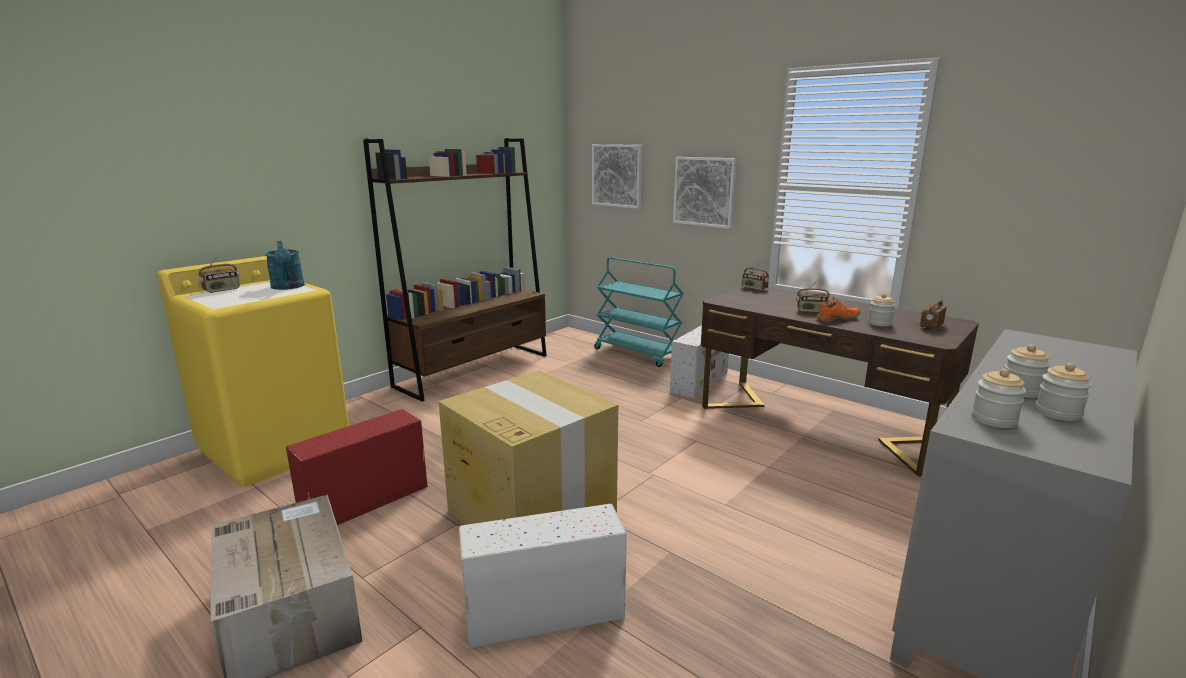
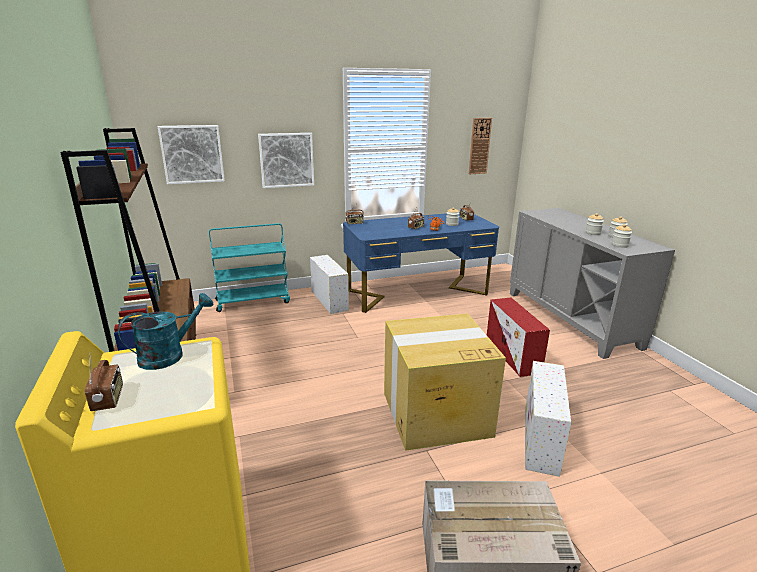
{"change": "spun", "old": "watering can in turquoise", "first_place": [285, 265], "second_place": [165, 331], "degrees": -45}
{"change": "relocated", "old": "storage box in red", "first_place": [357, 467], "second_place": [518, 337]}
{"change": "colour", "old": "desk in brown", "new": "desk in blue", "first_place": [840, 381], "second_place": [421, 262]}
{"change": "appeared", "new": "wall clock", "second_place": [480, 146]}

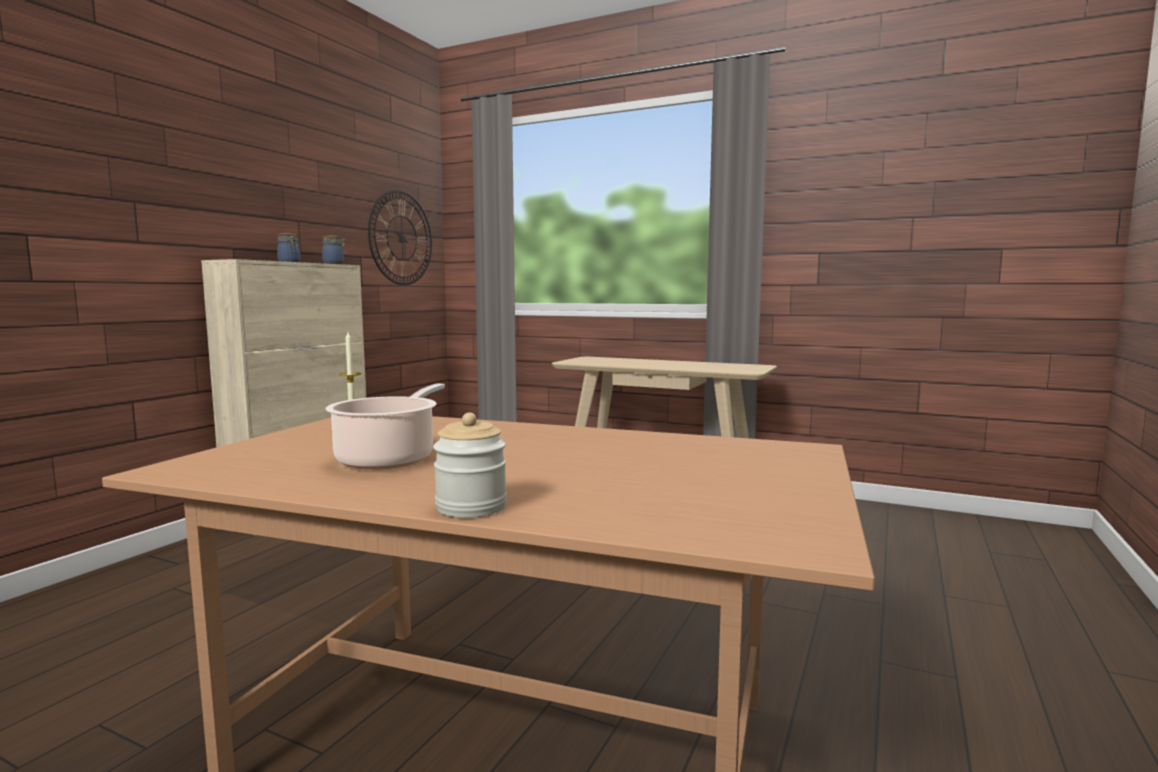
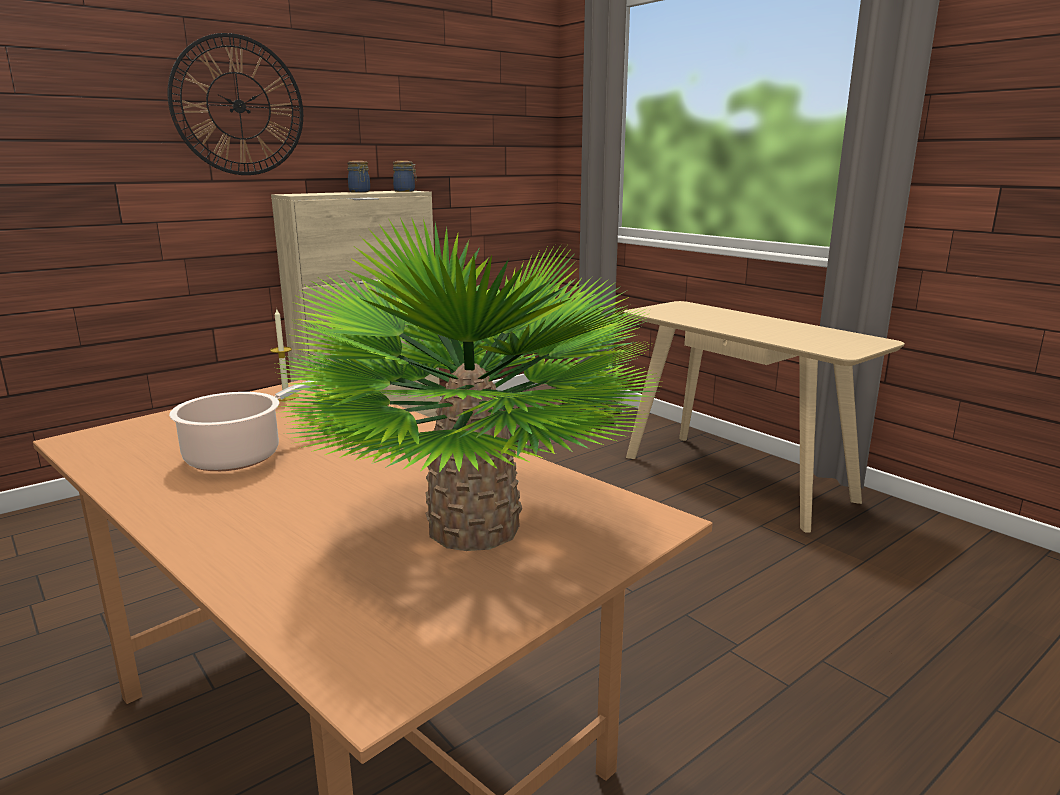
{"change": "relocated", "old": "wall clock", "first_place": [400, 237], "second_place": [235, 104]}
{"change": "missing", "old": "jar", "first_place": [470, 465]}
{"change": "appeared", "new": "potted plant", "second_place": [469, 384]}

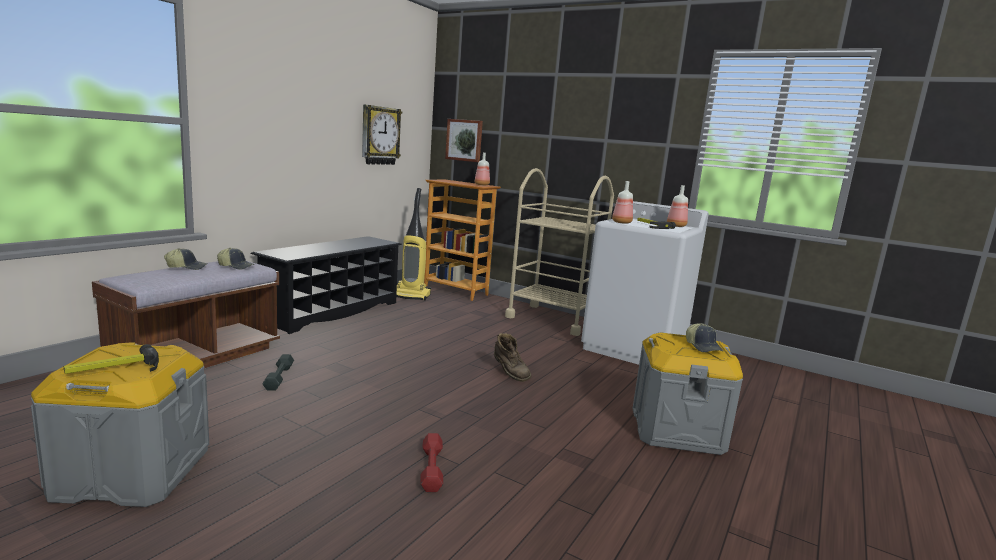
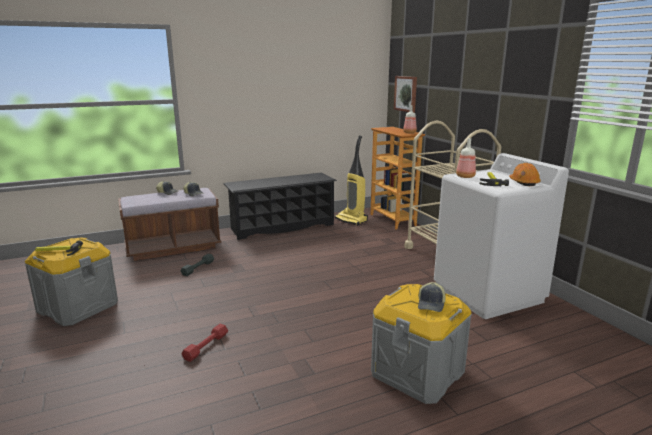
{"change": "missing", "old": "wall clock", "first_place": [382, 135]}
{"change": "missing", "old": "boot in brown", "first_place": [512, 357]}
{"change": "exchanged", "old": "bottle", "new": "hard hat in orange", "first_place": [677, 206], "second_place": [525, 174]}

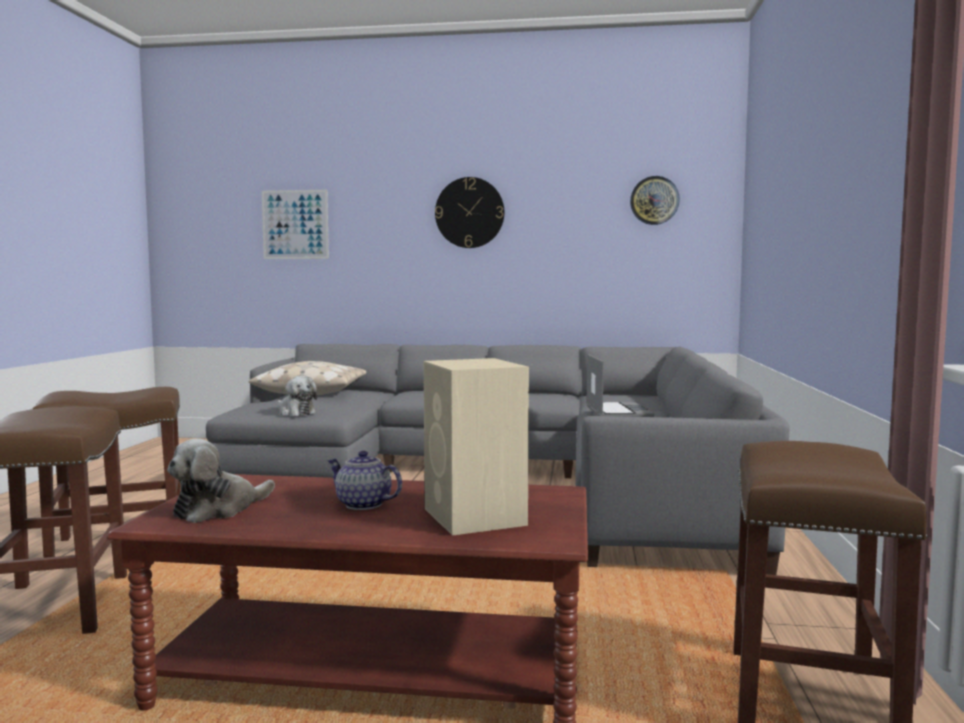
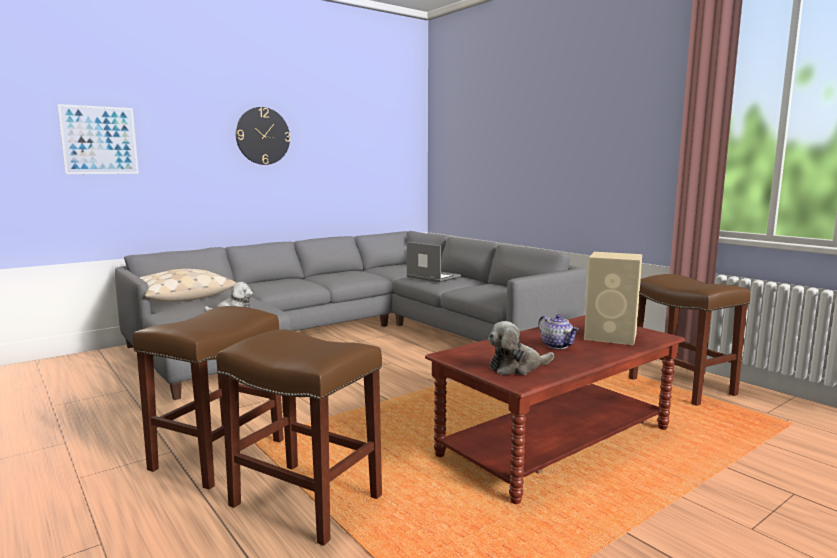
{"change": "spun", "old": "plush toy", "first_place": [221, 481], "second_place": [521, 348], "degrees": 75}
{"change": "spun", "old": "teapot", "first_place": [364, 480], "second_place": [558, 331], "degrees": -105}
{"change": "missing", "old": "wall clock", "first_place": [655, 200]}

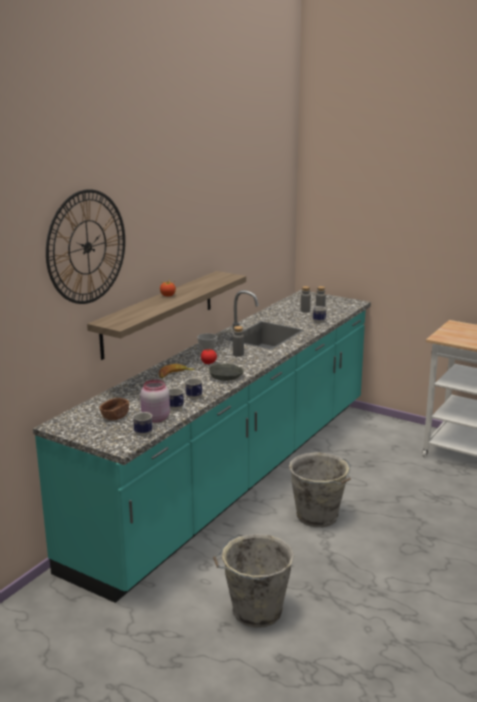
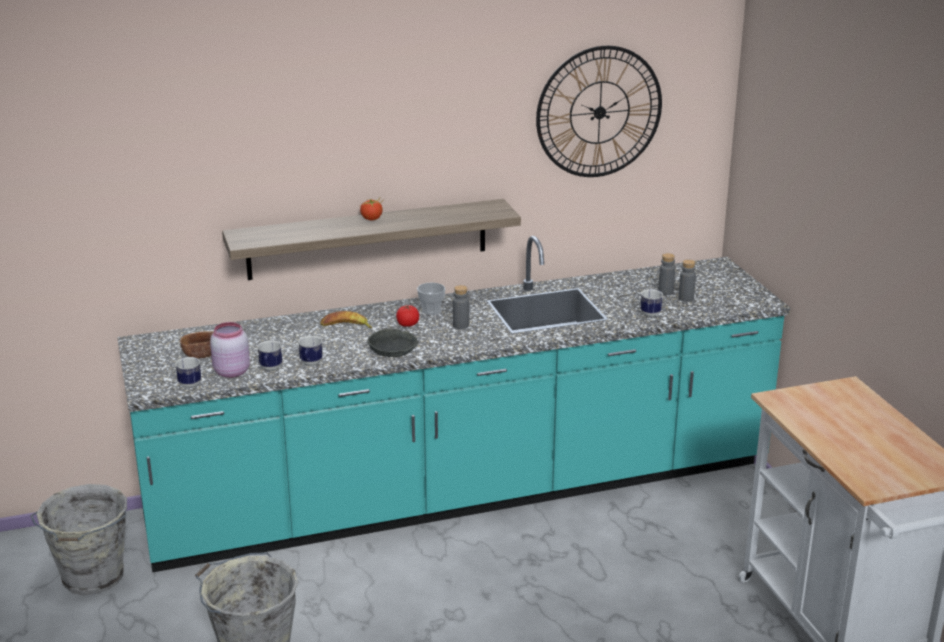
{"change": "relocated", "old": "wall clock", "first_place": [85, 246], "second_place": [599, 111]}
{"change": "relocated", "old": "bucket in grey", "first_place": [320, 489], "second_place": [79, 539]}

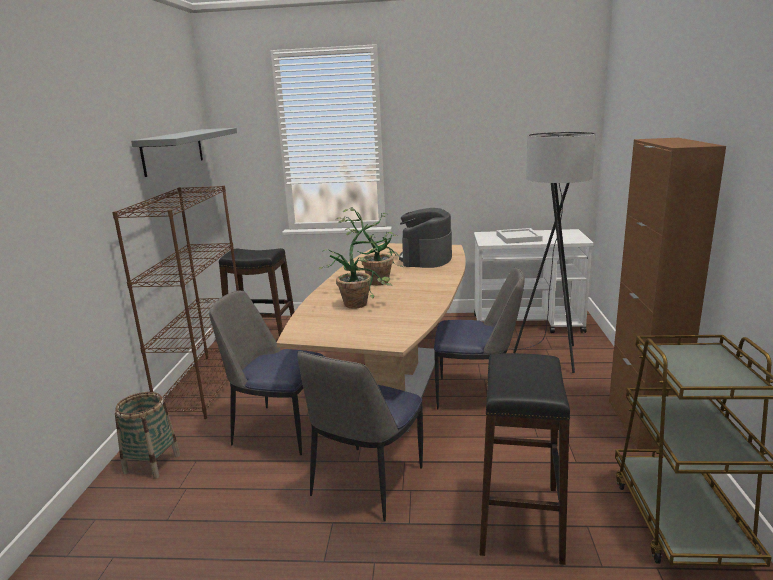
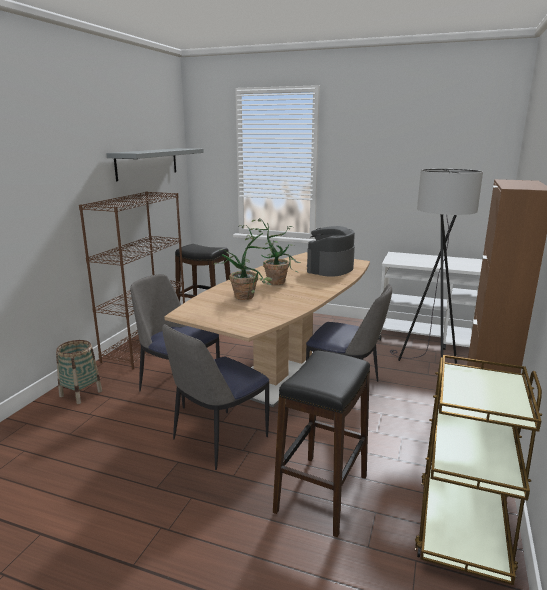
{"change": "missing", "old": "tray in white", "first_place": [519, 236]}

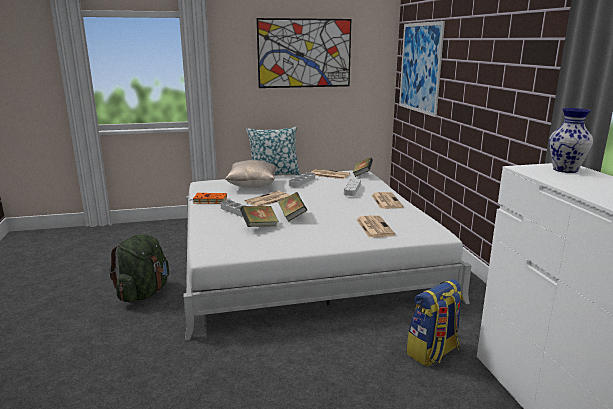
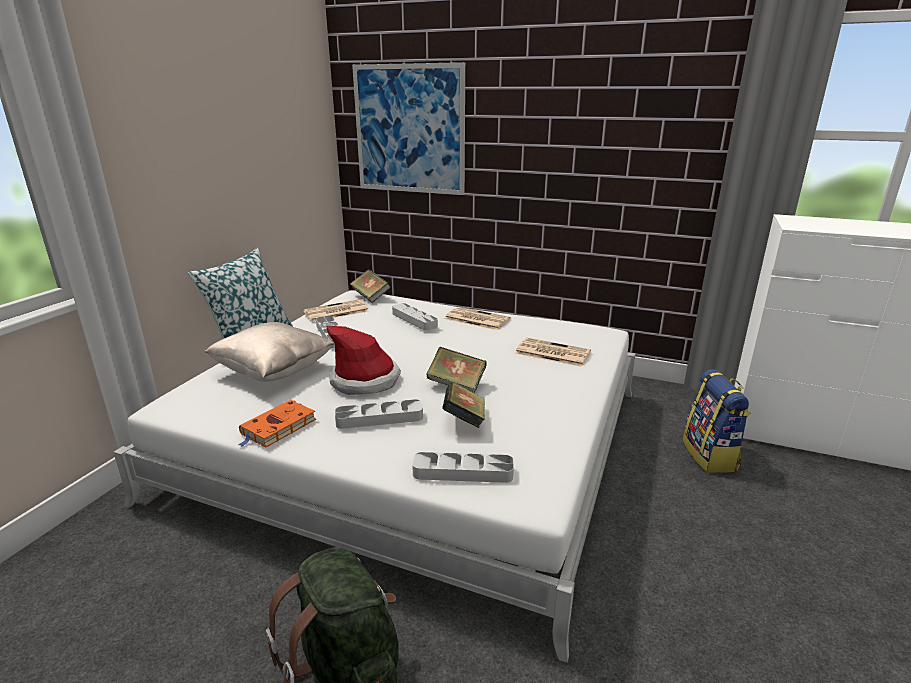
{"change": "exchanged", "old": "newspaper", "new": "hat", "first_place": [267, 198], "second_place": [364, 360]}
{"change": "missing", "old": "picture", "first_place": [303, 53]}
{"change": "missing", "old": "vase", "first_place": [571, 140]}
{"change": "appeared", "new": "tray in grey", "second_place": [463, 467]}

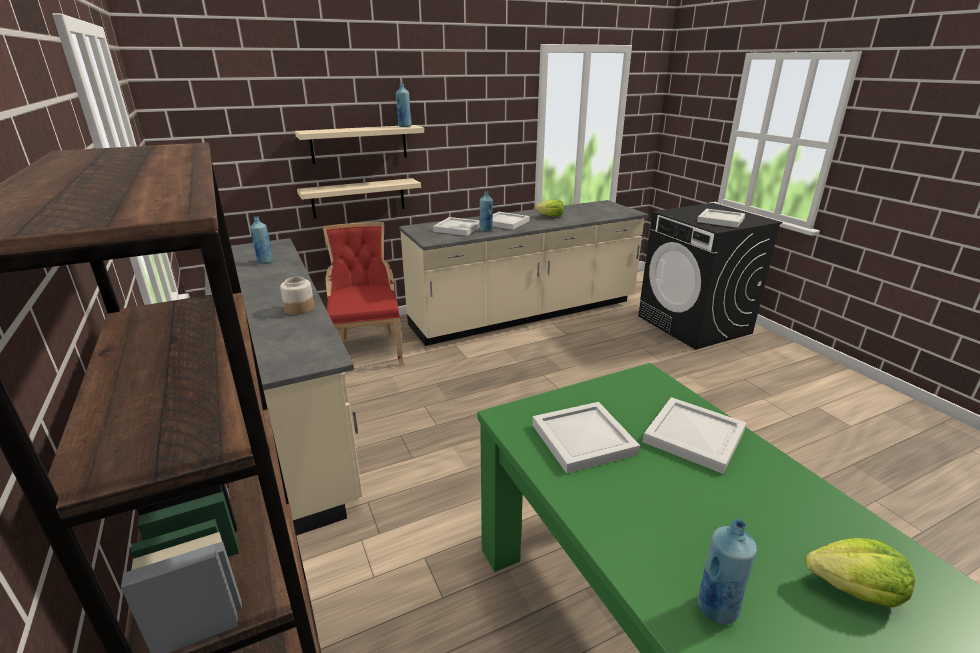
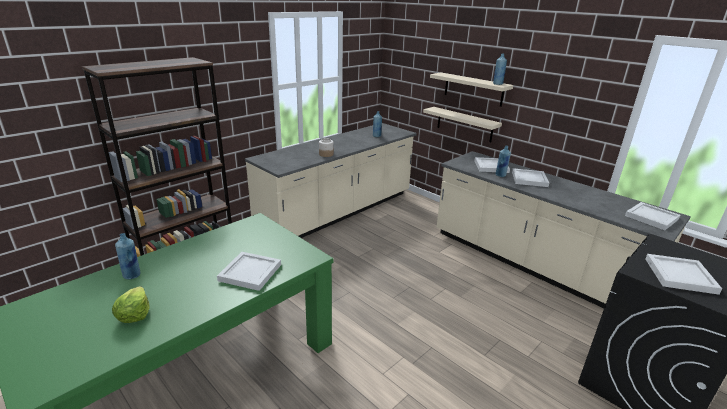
{"change": "missing", "old": "chair in red", "first_place": [364, 294]}
{"change": "relocated", "old": "tray in white", "first_place": [586, 438], "second_place": [652, 216]}
{"change": "missing", "old": "lettuce", "first_place": [549, 208]}

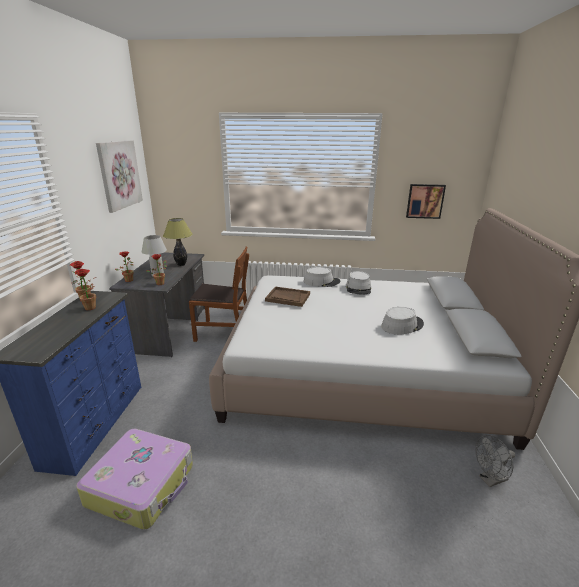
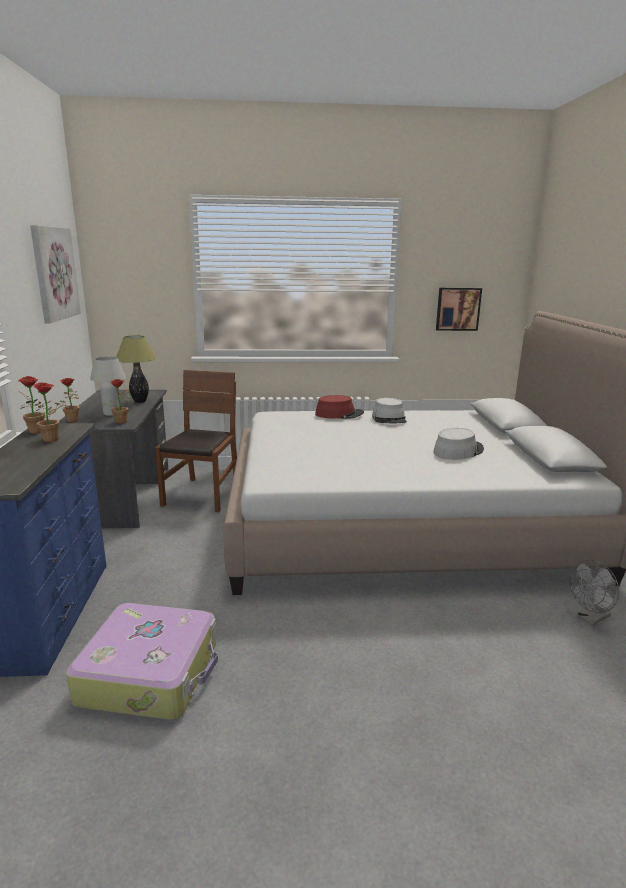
{"change": "spun", "old": "chair in brown", "first_place": [219, 294], "second_place": [196, 441], "degrees": -75}
{"change": "missing", "old": "tray in brown", "first_place": [287, 296]}
{"change": "colour", "old": "hat in grey", "new": "hat in red", "first_place": [322, 277], "second_place": [339, 407]}

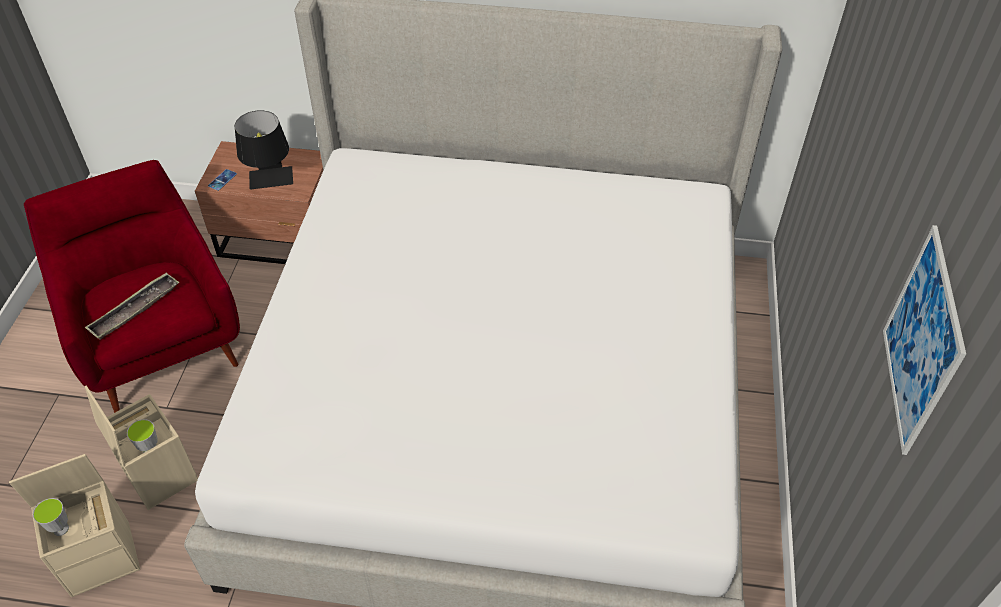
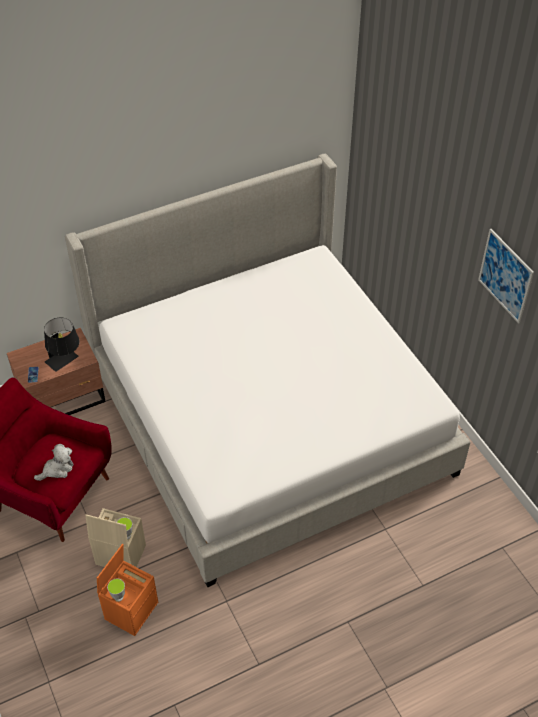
{"change": "colour", "old": "storage box in beige", "new": "storage box in orange", "first_place": [74, 525], "second_place": [127, 589]}
{"change": "exchanged", "old": "tray", "new": "plush toy", "first_place": [132, 306], "second_place": [54, 462]}

